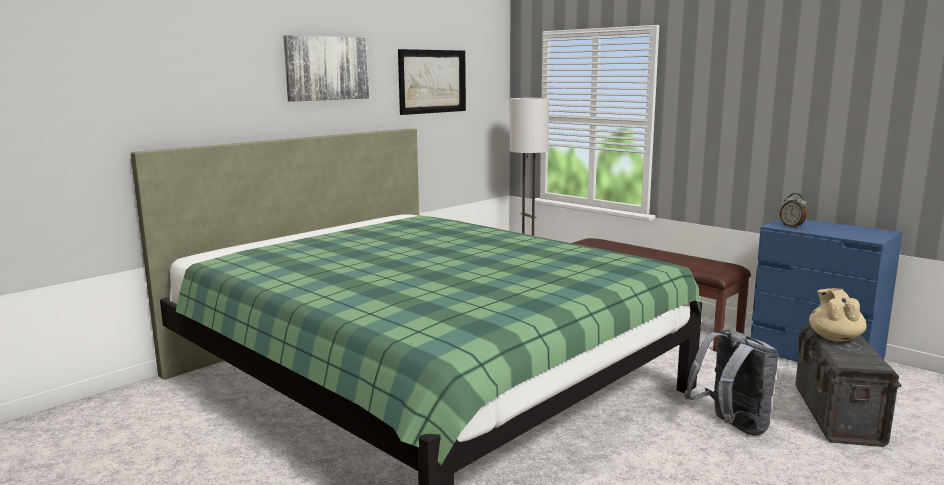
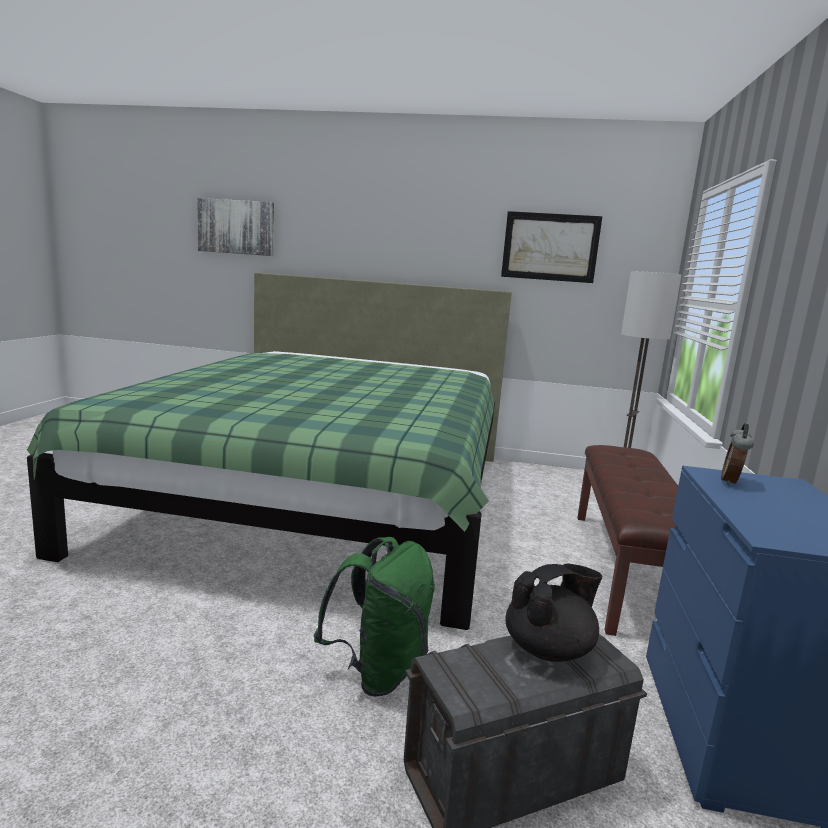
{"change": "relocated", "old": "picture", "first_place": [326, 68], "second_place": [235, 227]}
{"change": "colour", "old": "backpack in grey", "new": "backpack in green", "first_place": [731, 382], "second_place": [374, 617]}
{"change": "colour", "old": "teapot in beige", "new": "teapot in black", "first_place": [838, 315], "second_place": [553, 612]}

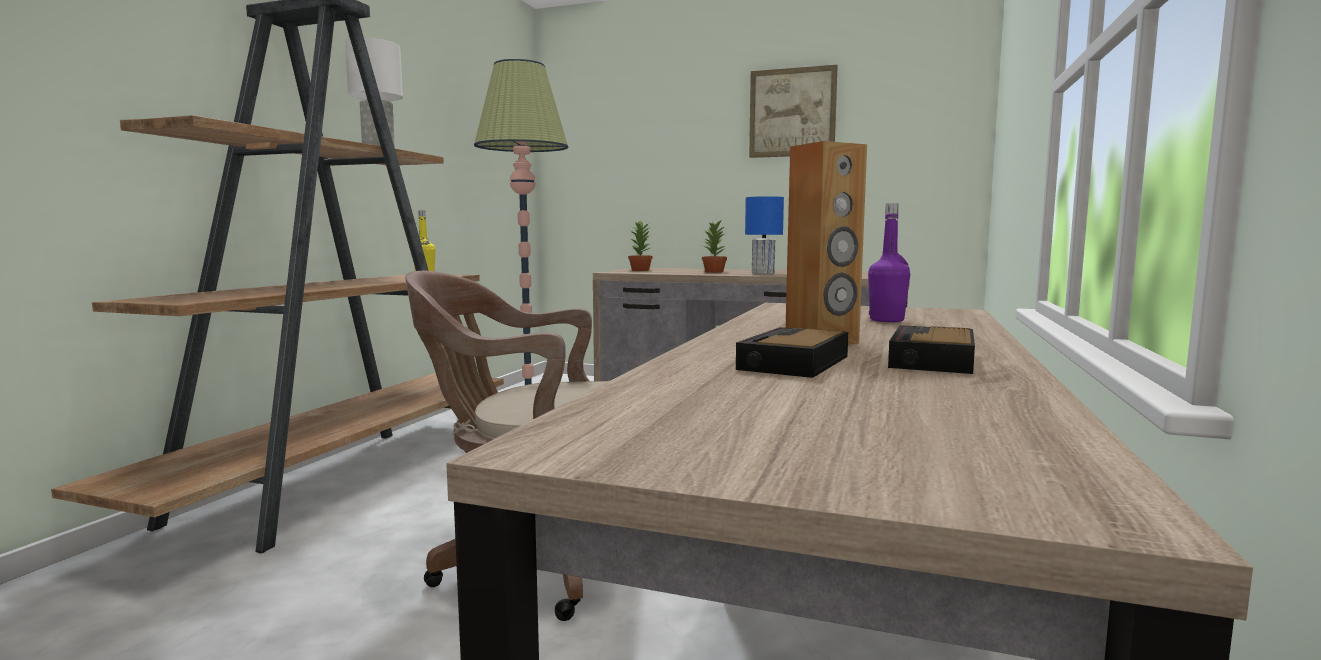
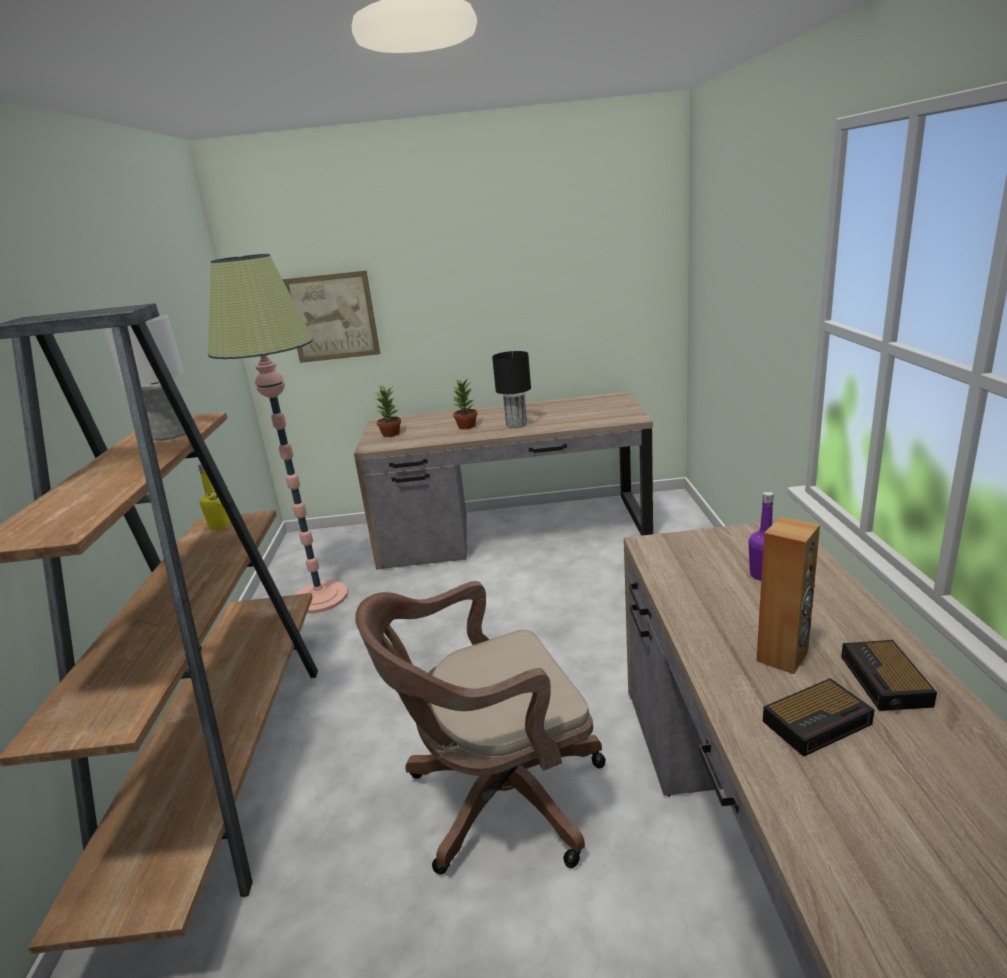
{"change": "spun", "old": "alarm clock", "first_place": [792, 352], "second_place": [819, 717], "degrees": -120}
{"change": "colour", "old": "table lamp in blue", "new": "table lamp in black", "first_place": [764, 235], "second_place": [511, 389]}
{"change": "relocated", "old": "picture", "first_place": [793, 111], "second_place": [331, 316]}

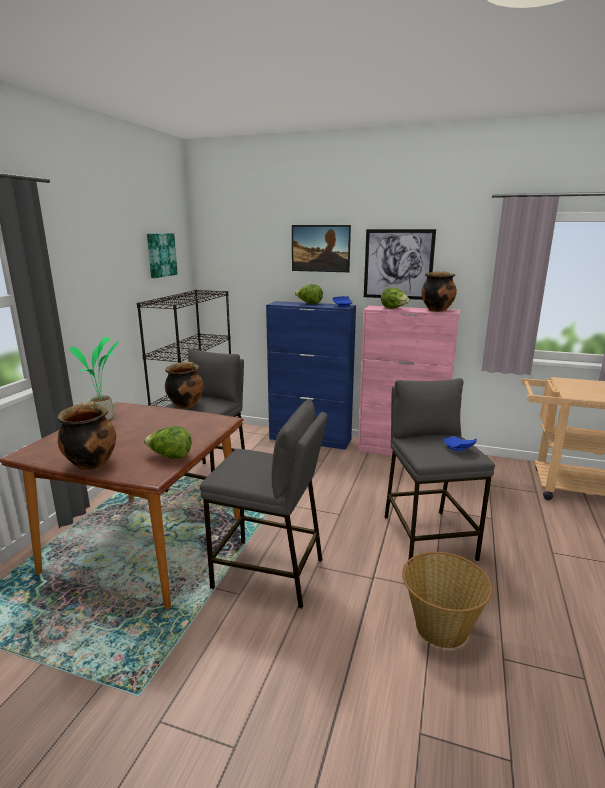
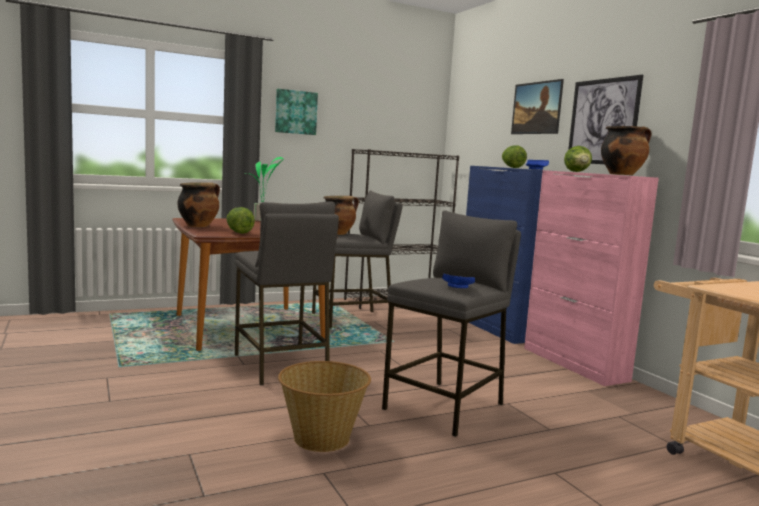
{"change": "relocated", "old": "picture", "first_place": [162, 255], "second_place": [296, 112]}

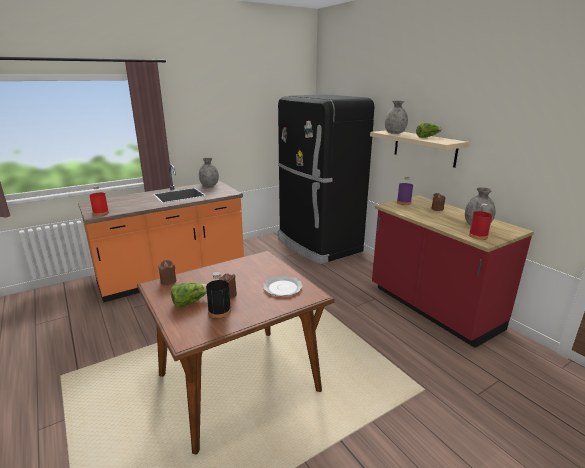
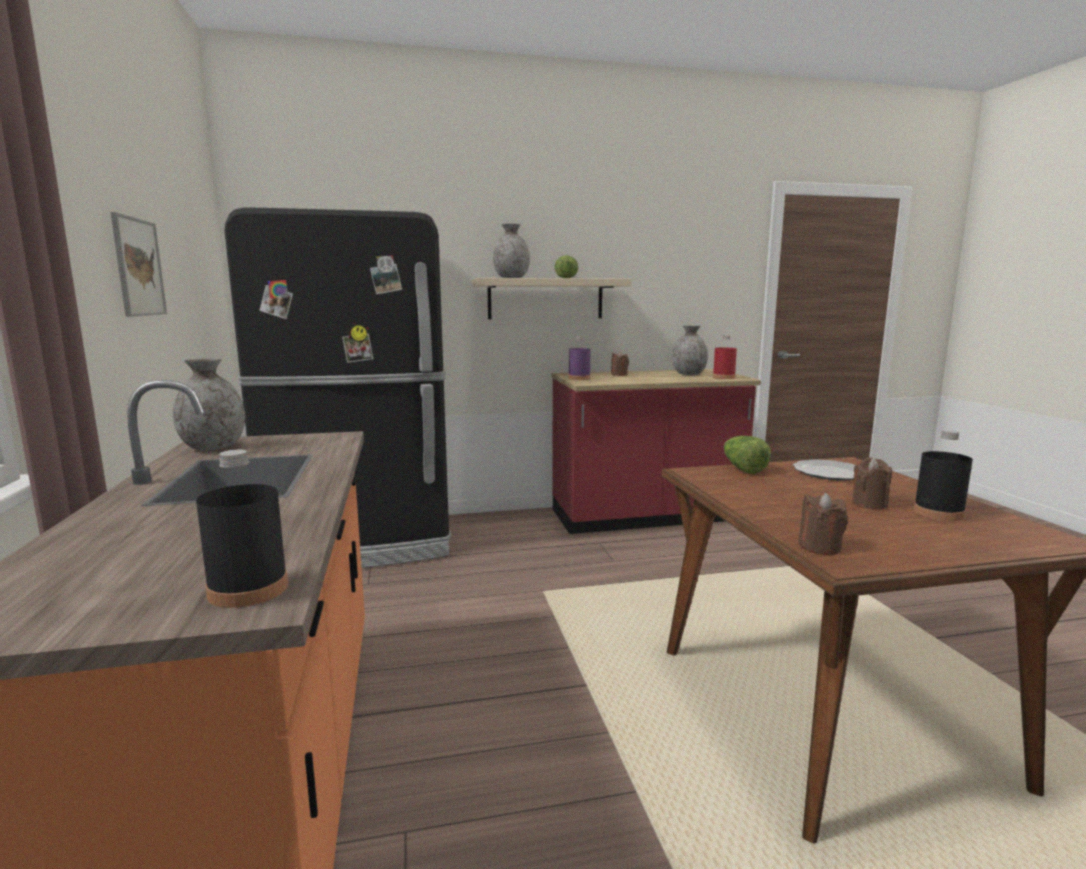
{"change": "colour", "old": "bottle in red", "new": "bottle in black", "first_place": [99, 201], "second_place": [242, 528]}
{"change": "relocated", "old": "lettuce", "first_place": [189, 295], "second_place": [747, 455]}
{"change": "appeared", "new": "picture", "second_place": [138, 264]}

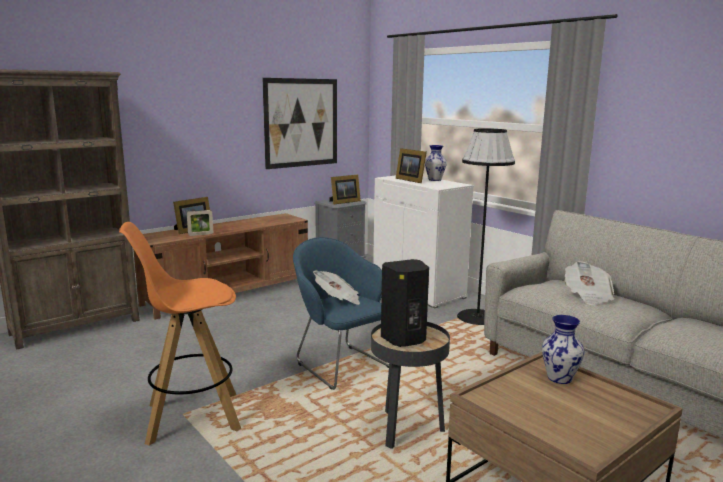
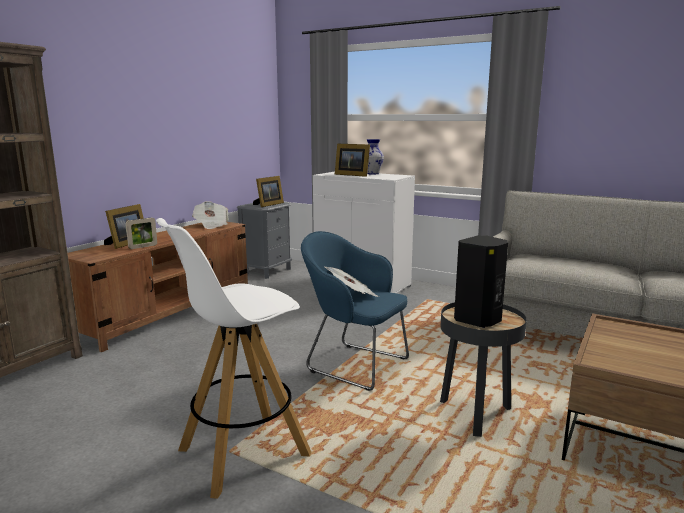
{"change": "colour", "old": "stool in orange", "new": "stool in white", "first_place": [180, 334], "second_place": [233, 358]}
{"change": "missing", "old": "picture", "first_place": [299, 123]}
{"change": "missing", "old": "floor lamp in black", "first_place": [486, 226]}
{"change": "missing", "old": "vase", "first_place": [563, 349]}
{"change": "relocated", "old": "newspaper", "first_place": [589, 283], "second_place": [210, 215]}

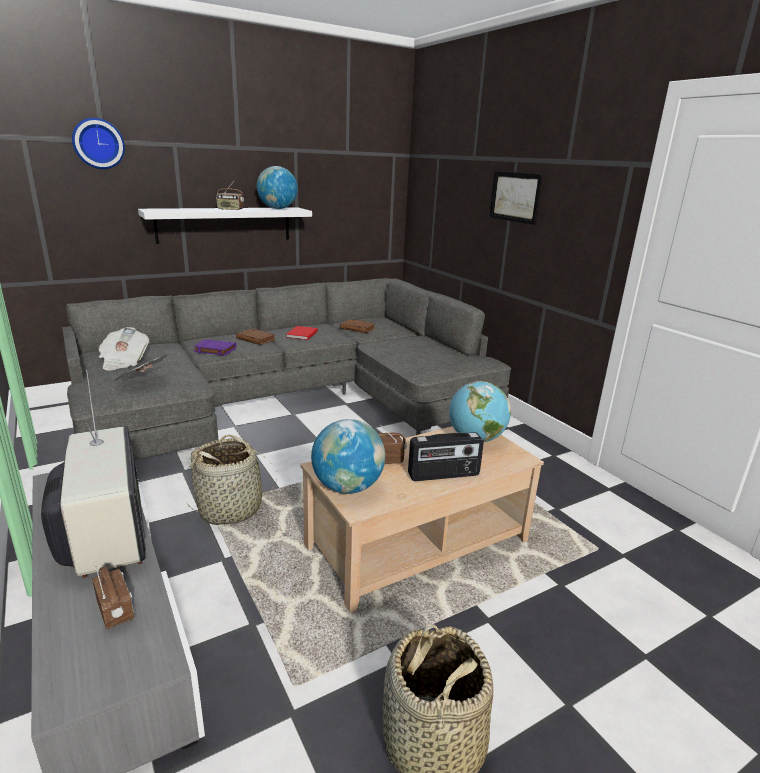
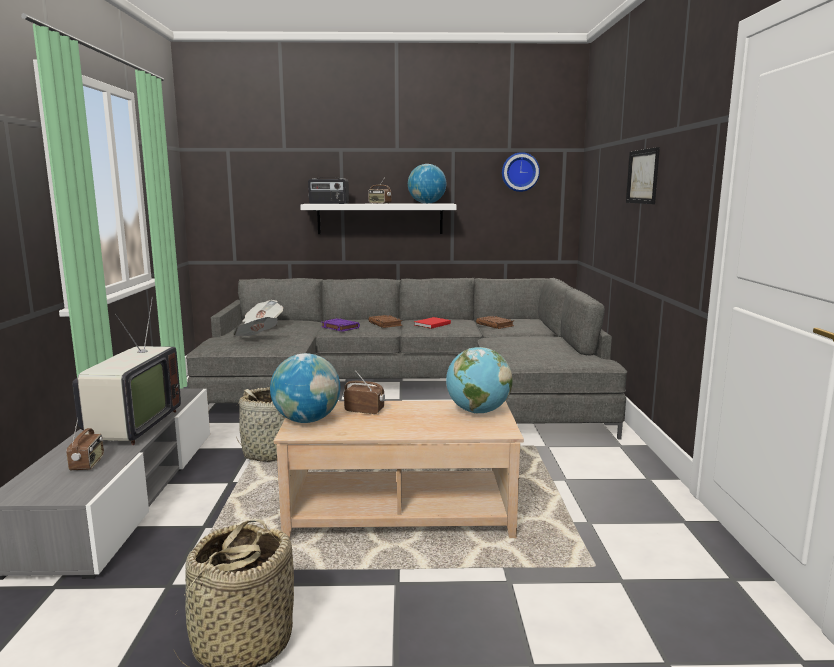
{"change": "relocated", "old": "wall clock", "first_place": [98, 143], "second_place": [521, 172]}
{"change": "relocated", "old": "radio", "first_place": [446, 456], "second_place": [328, 190]}

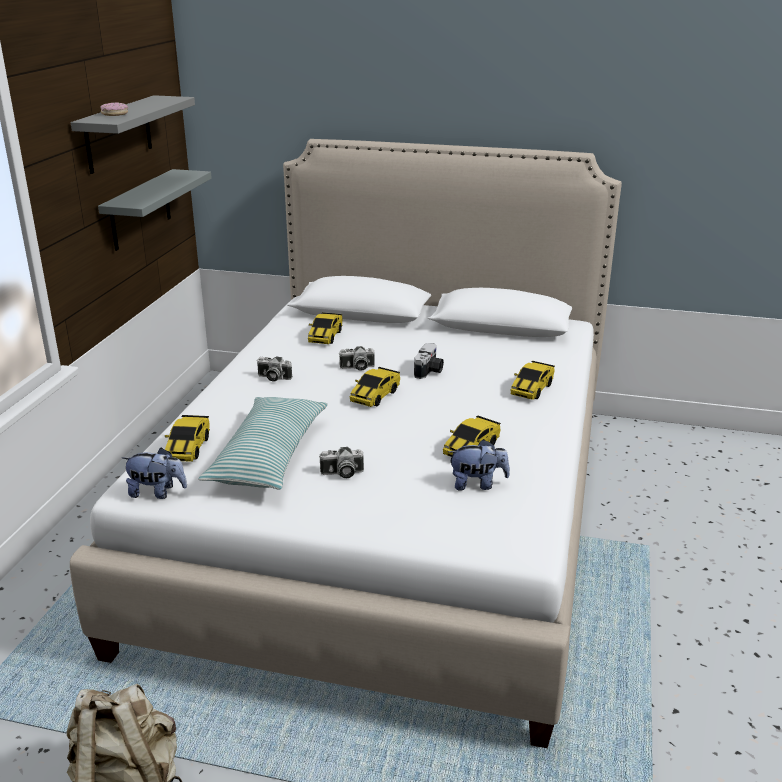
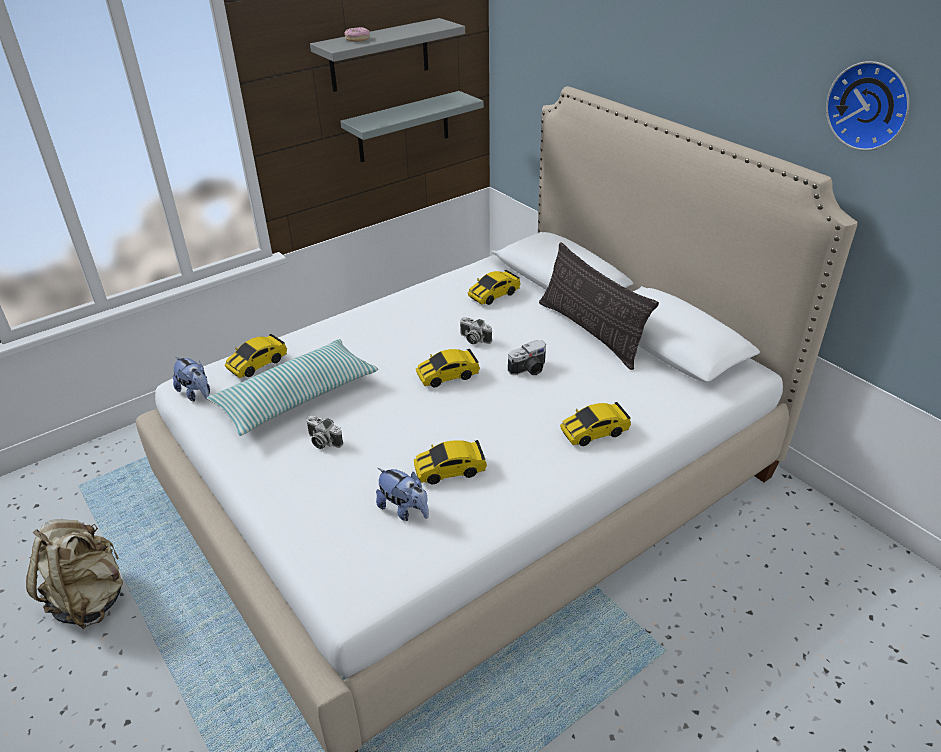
{"change": "missing", "old": "photo camera", "first_place": [274, 369]}
{"change": "appeared", "new": "pillow", "second_place": [599, 306]}
{"change": "appeared", "new": "wall clock", "second_place": [868, 106]}

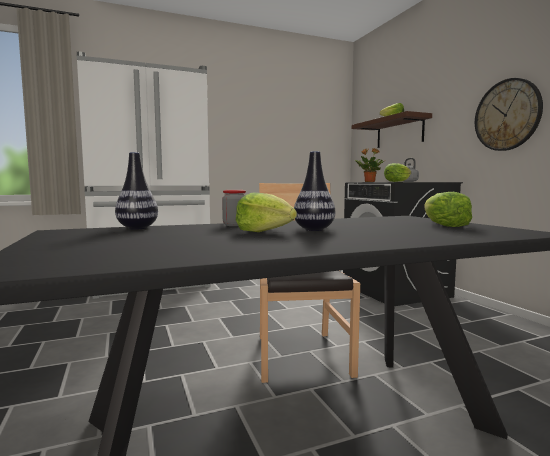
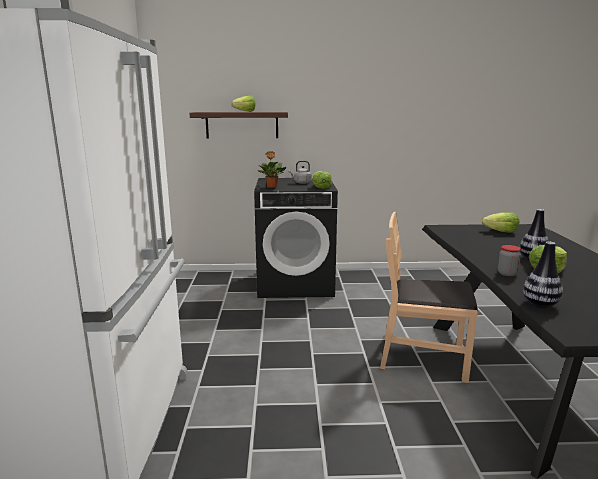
{"change": "missing", "old": "wall clock", "first_place": [509, 114]}

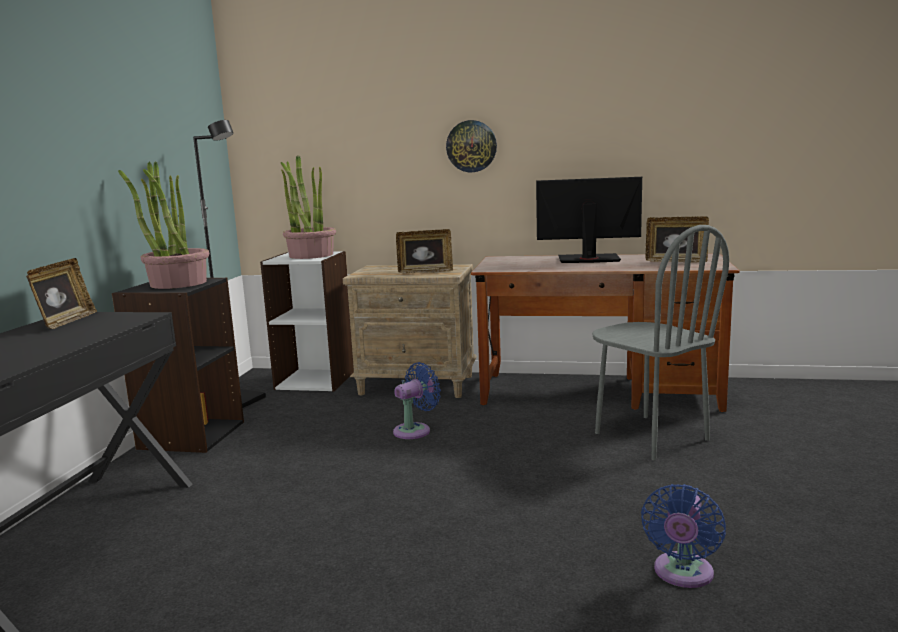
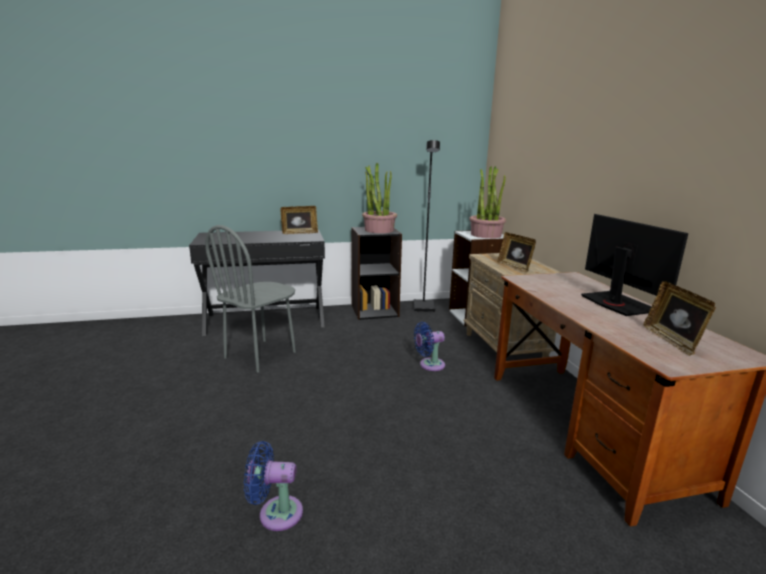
{"change": "spun", "old": "fan in blue", "first_place": [417, 400], "second_place": [429, 346], "degrees": 135}
{"change": "missing", "old": "wall clock", "first_place": [471, 146]}
{"change": "relocated", "old": "chair in grey", "first_place": [660, 342], "second_place": [250, 299]}

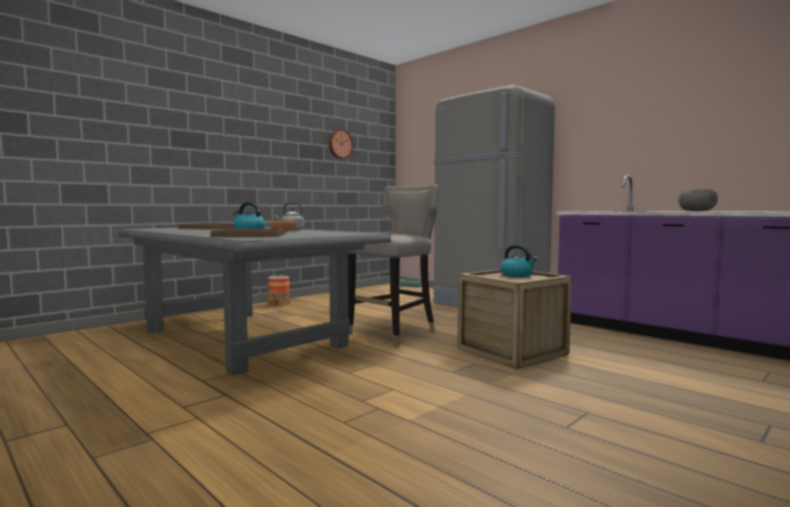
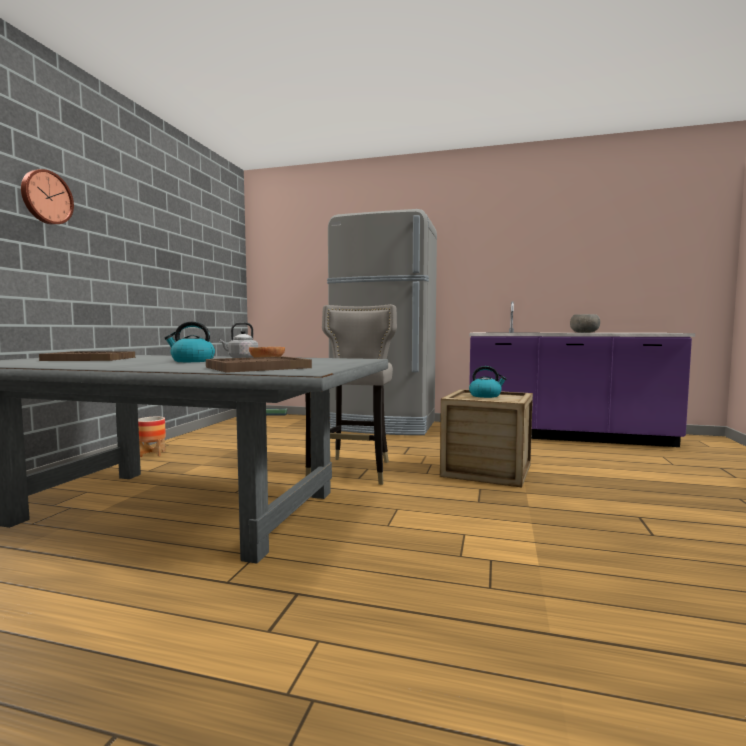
{"change": "relocated", "old": "wall clock", "first_place": [341, 144], "second_place": [47, 197]}

